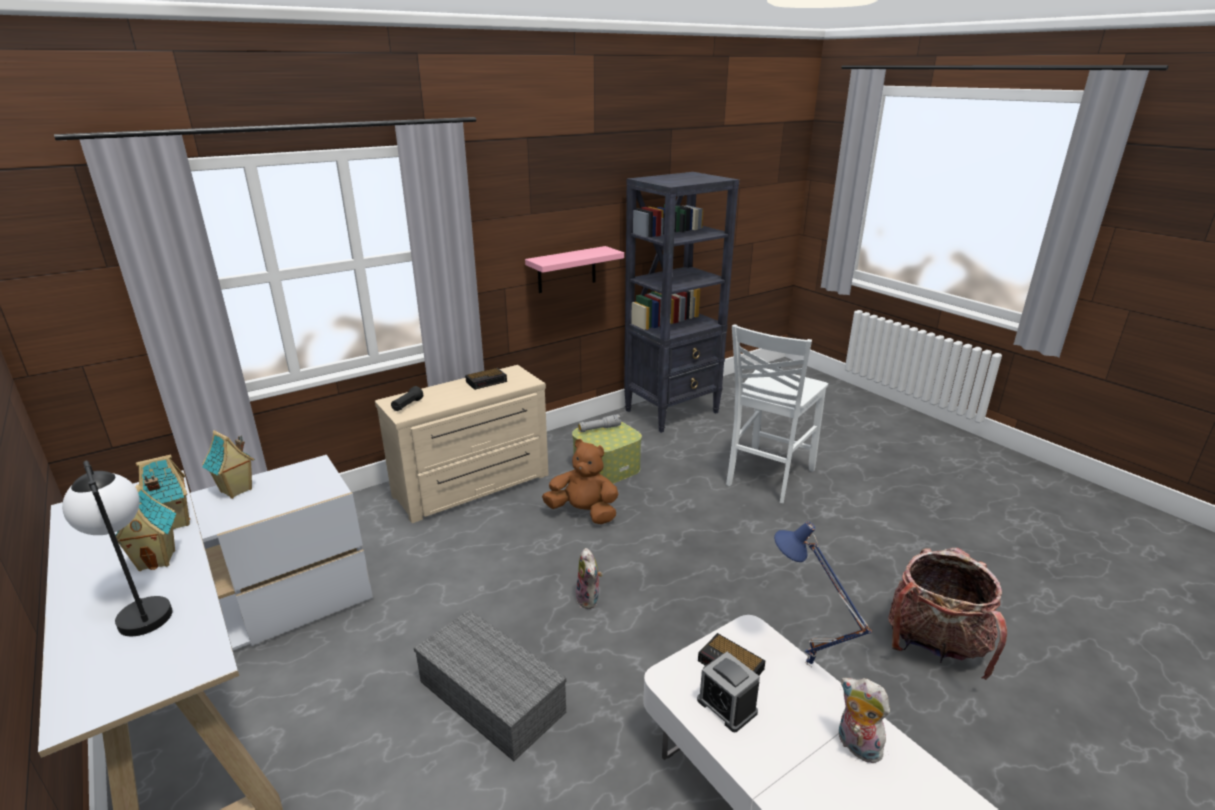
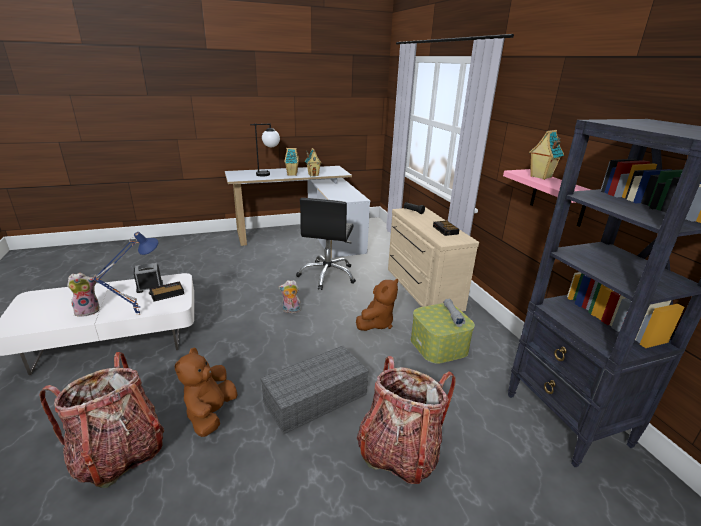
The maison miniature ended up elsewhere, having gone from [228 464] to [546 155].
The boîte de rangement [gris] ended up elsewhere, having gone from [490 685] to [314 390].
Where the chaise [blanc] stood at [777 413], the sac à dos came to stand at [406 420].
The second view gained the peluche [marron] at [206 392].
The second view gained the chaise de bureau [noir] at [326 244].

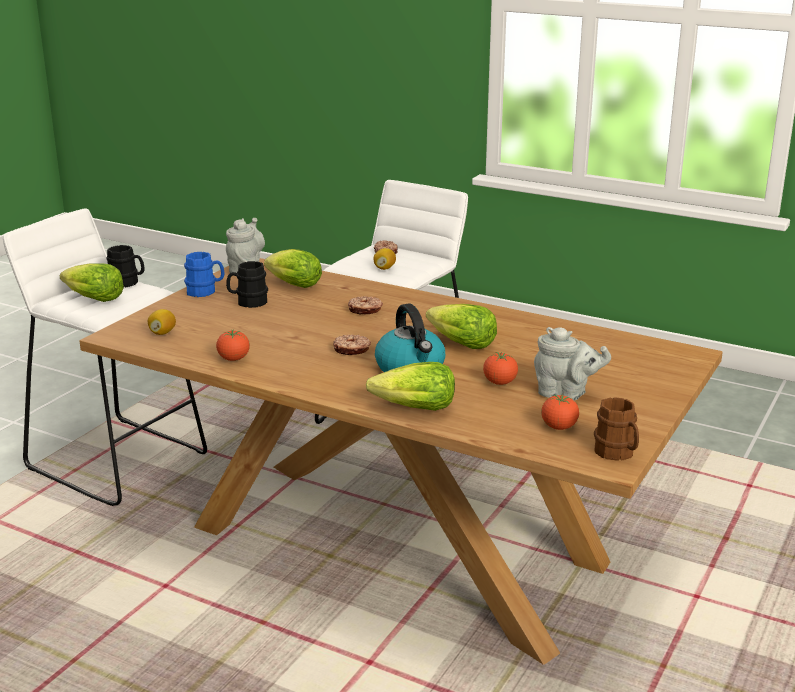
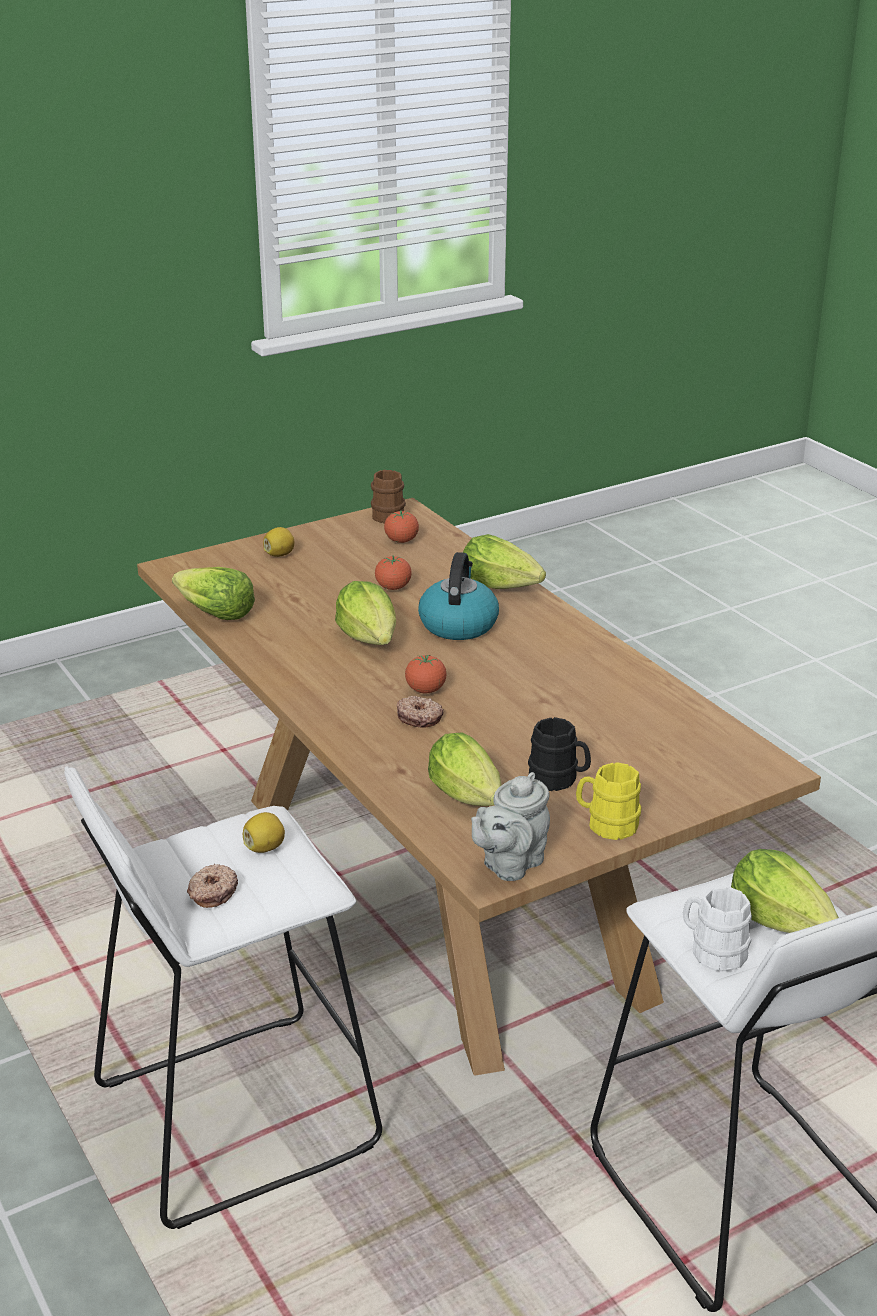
What was the mug [noir] at [125 266] turned into the mug [blanc] at [717 929].
The citron ended up elsewhere, having gone from [161 322] to [278 542].
What was the mug [bleu] at [204 274] turned into the mug [jaune] at [608 801].
The tomate ended up elsewhere, having gone from [233 345] to [426 674].
The second view lost the beignet at [352 345].
The second view lost the théière [gris] at [572 363].
The second view gained the laitue at [213 593].

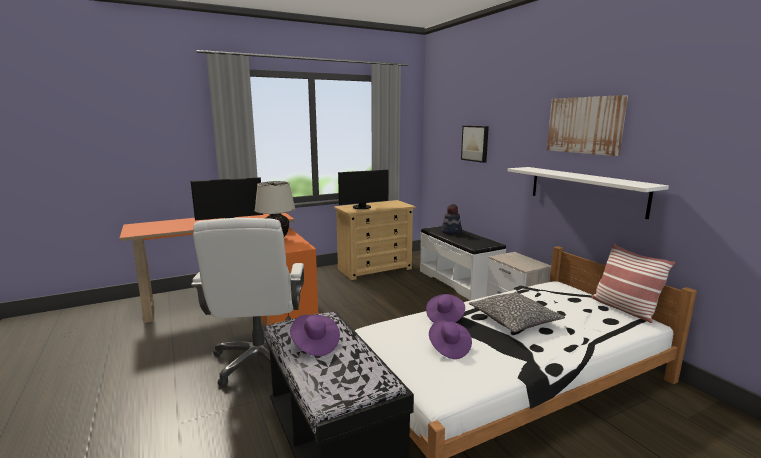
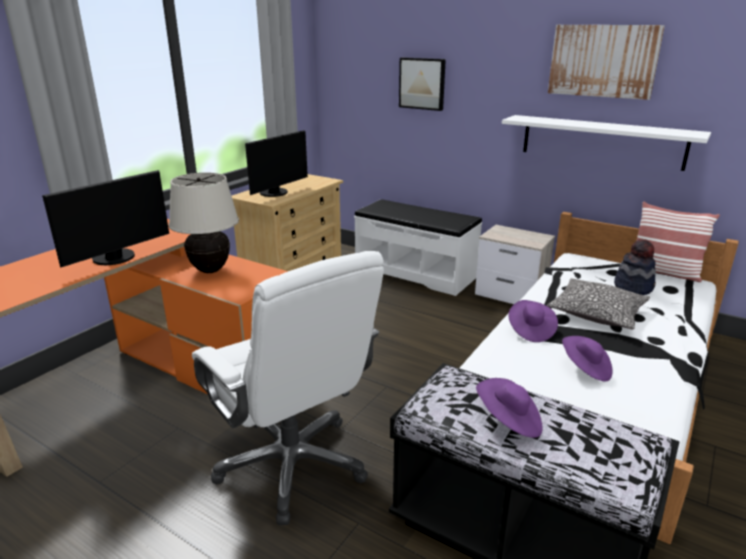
The chapeau ended up elsewhere, having gone from [451 219] to [635 267].

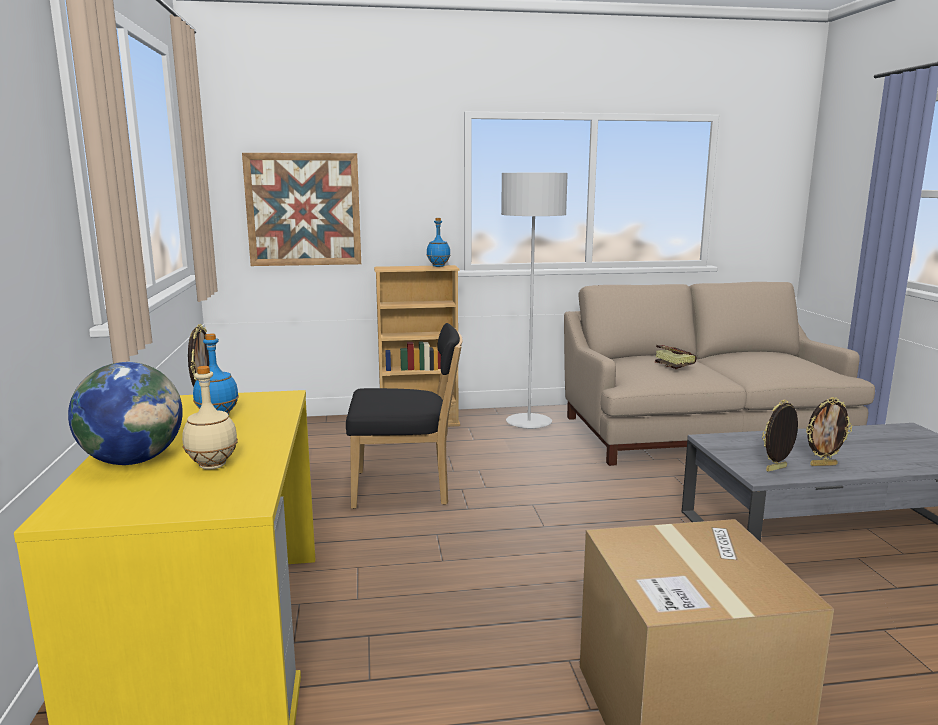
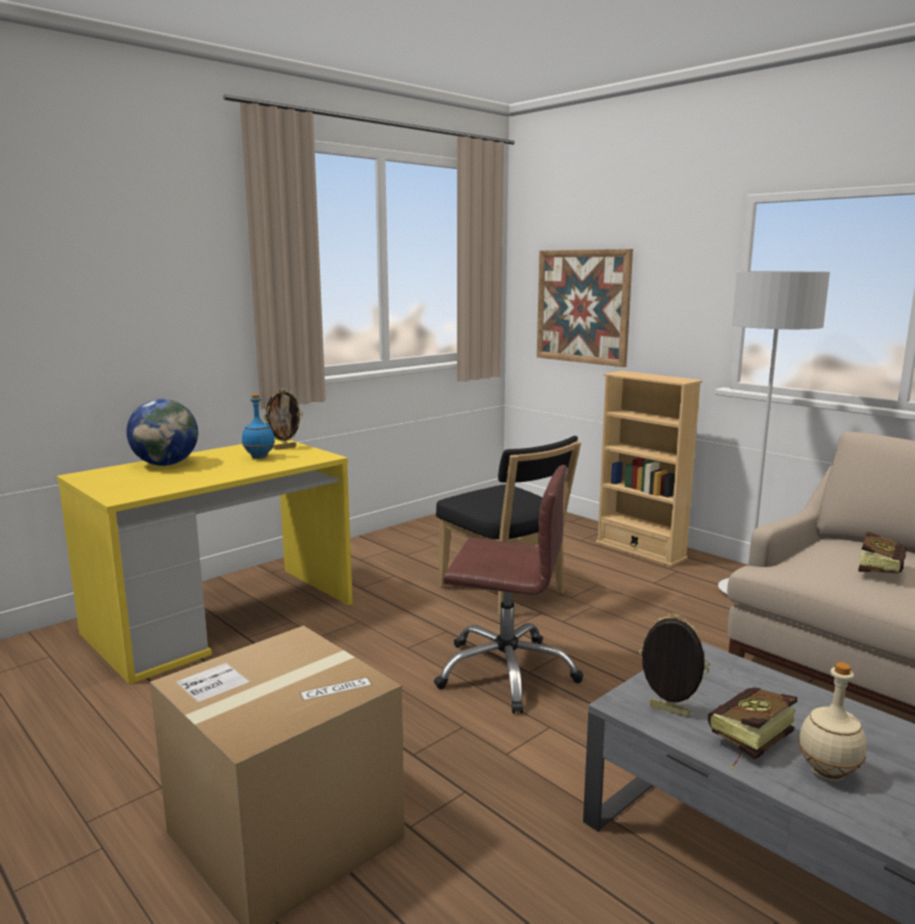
The bouteille [beige] ended up elsewhere, having gone from [210 418] to [832 721].
The second view lost the bouteille [bleu] at [438 242].
Where the cadre photo stood at [829 431], the livre came to stand at [752 728].
The second view gained the chaise de bureau [marron] at [508 589].

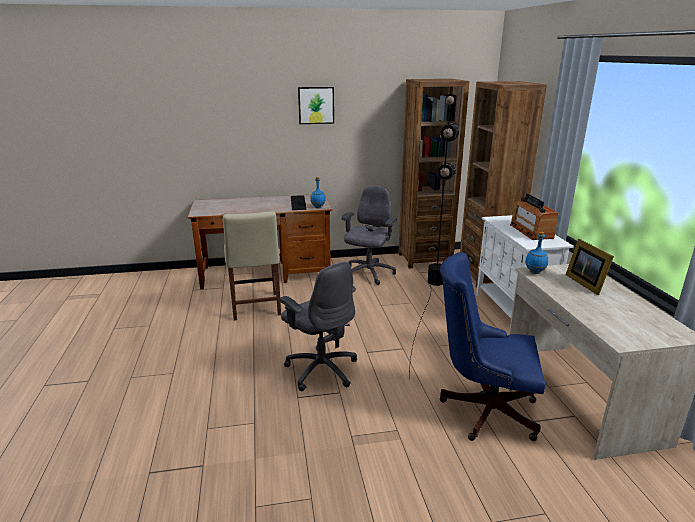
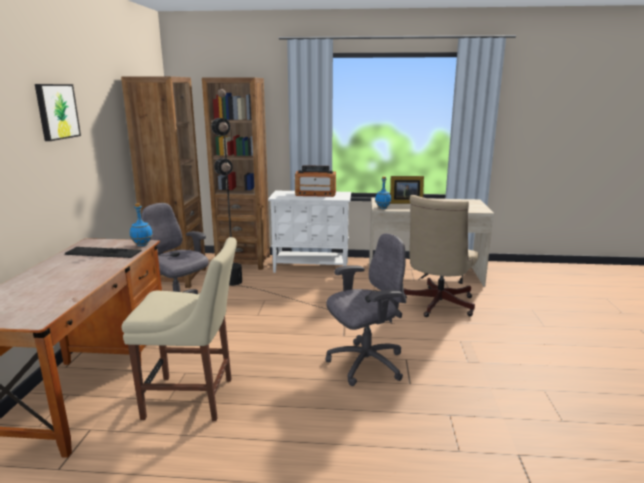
What was the chaise de bureau [bleu] at [493 346] turned into the chaise de bureau [beige] at [441 256].

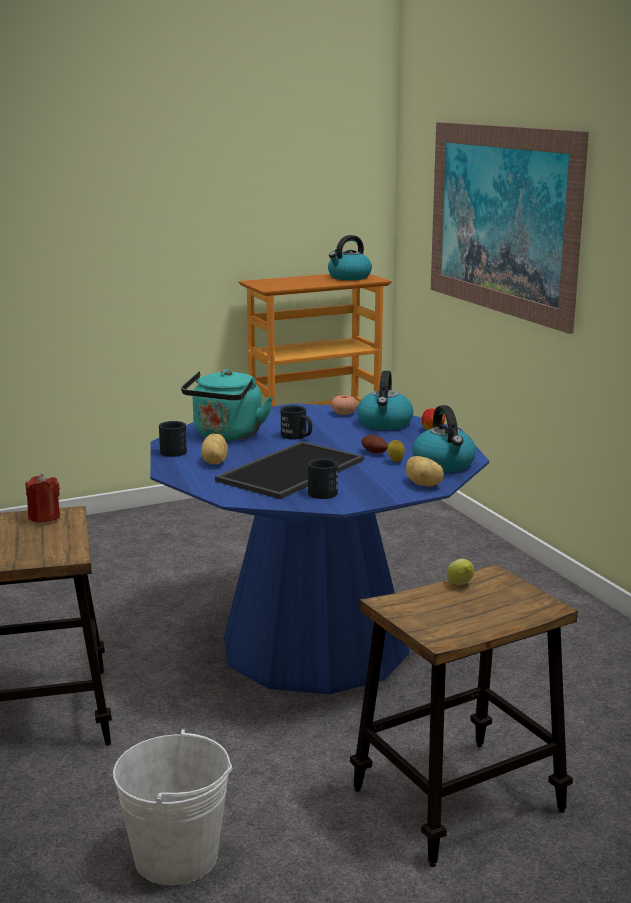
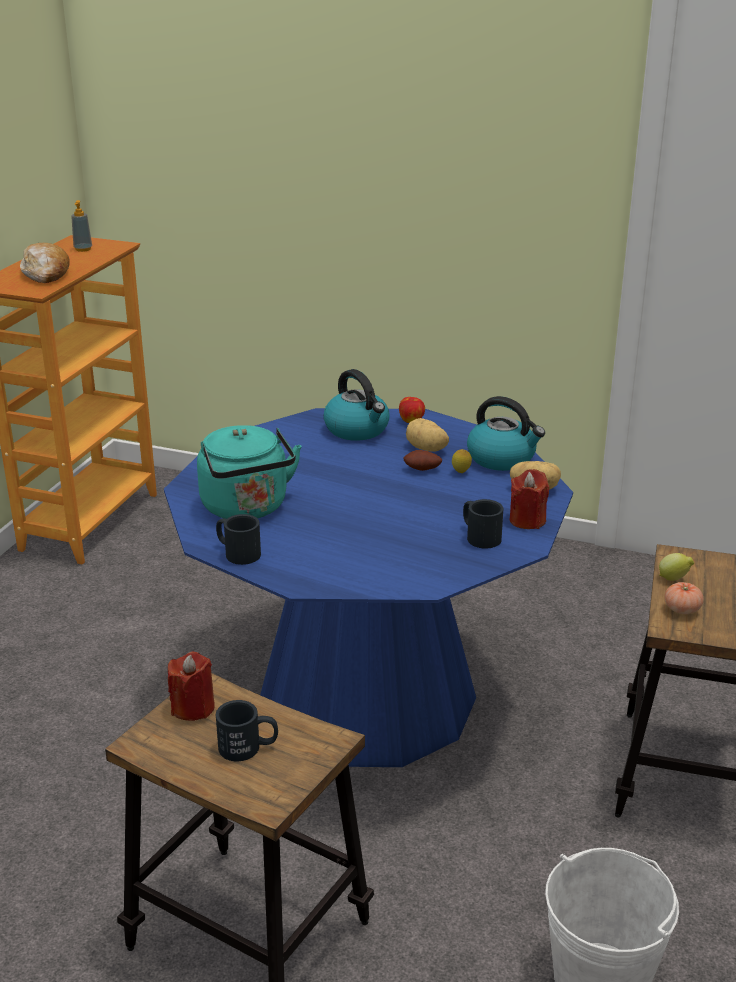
The pomme de terre ended up elsewhere, having gone from [214 449] to [427 434].
The second view lost the plateau at [289 470].
The mug [noir] ended up elsewhere, having gone from [296 422] to [247 730].
Where the bouilloire stood at [350 257], the distributeur de savon came to stand at [81 226].
The tomate ended up elsewhere, having gone from [344 405] to [684 598].
The second view lost the tableau at [510 228].
The second view gained the pain at [45 263].
The second view gained the bougie [rouge] at [529 499].

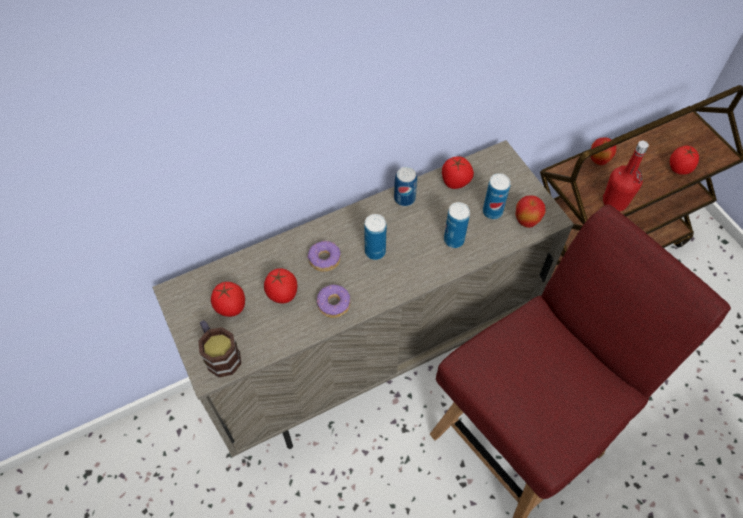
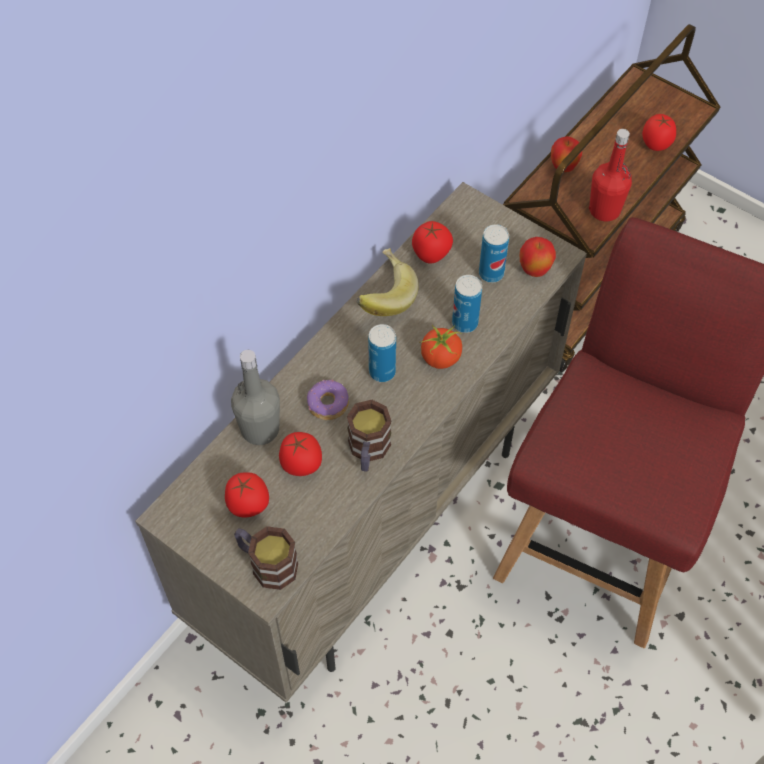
Where the beignet stood at [333 301], the mug came to stand at [369 436].
Where the boîte métallique stood at [405 186], the banane came to stand at [387 282].
The second view gained the bouteille [gris] at [255 397].
The second view gained the tomate at [441 347].

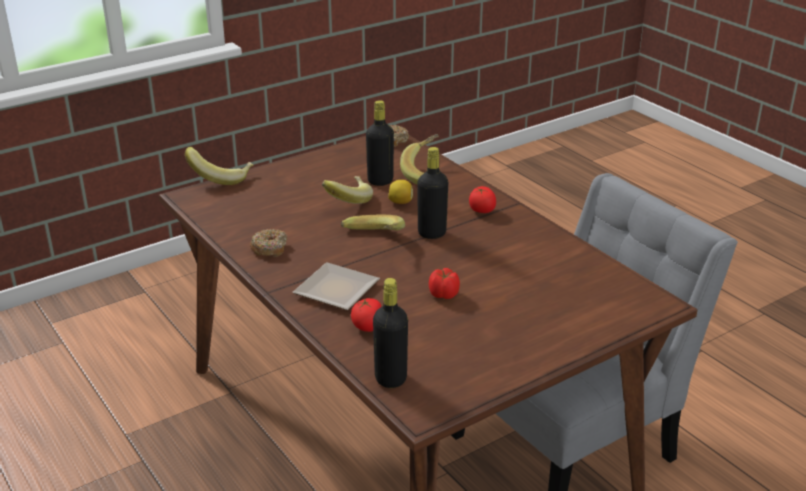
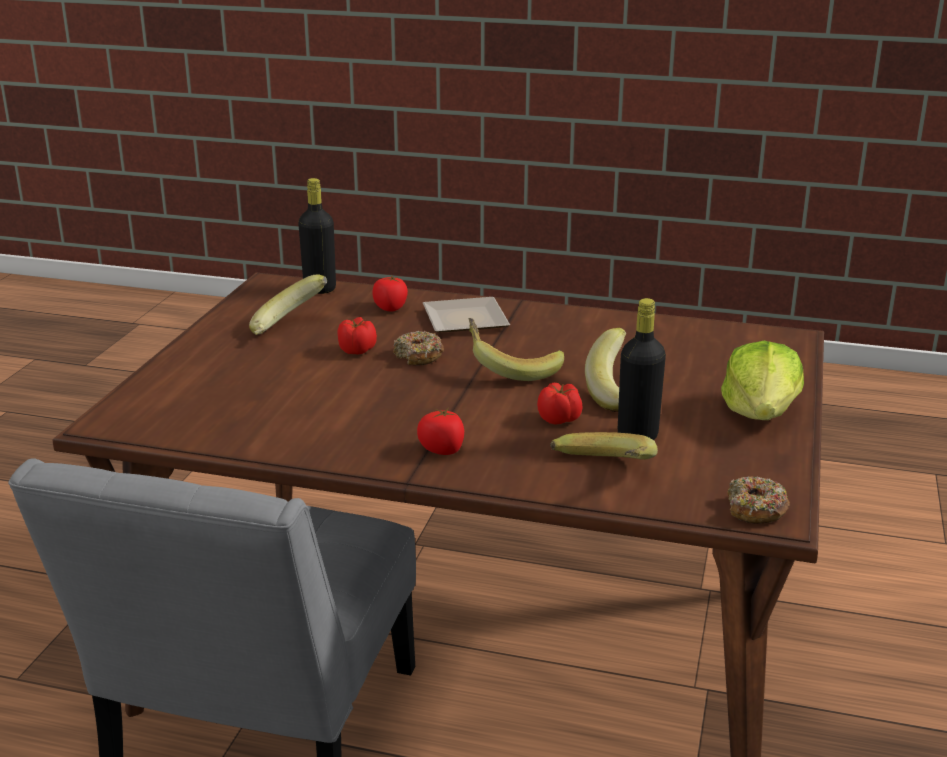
The banane ended up elsewhere, having gone from [219 166] to [288 304].
The beignet ended up elsewhere, having gone from [268 243] to [418 348].
Where the citron stood at [400 192], the tomate came to stand at [560 404].
The second view lost the bouteille [noir] at [432 193].
The second view gained the laitue at [762 380].

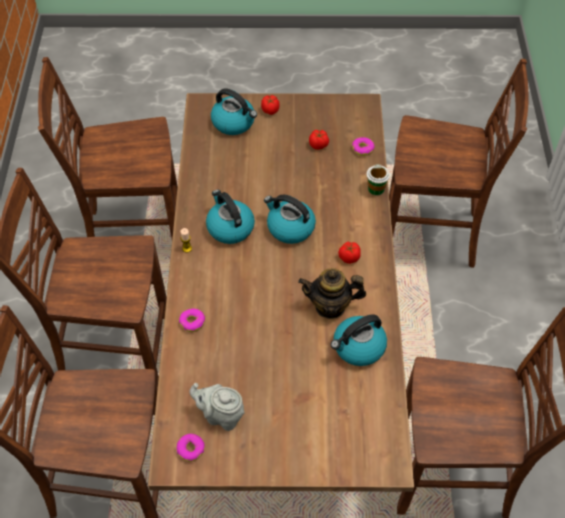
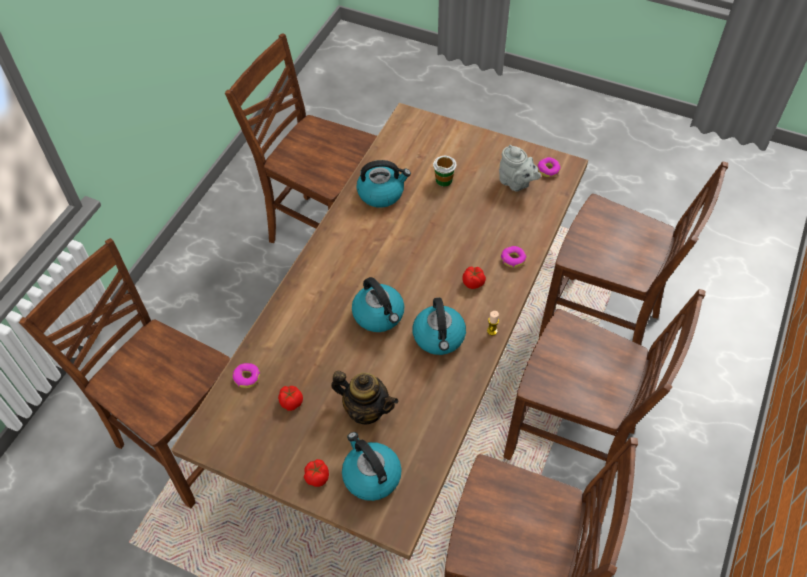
The théière ended up elsewhere, having gone from [332 293] to [364 398].
The tomate ended up elsewhere, having gone from [349 253] to [474 277].
The tasse ended up elsewhere, having gone from [378 179] to [444 171].

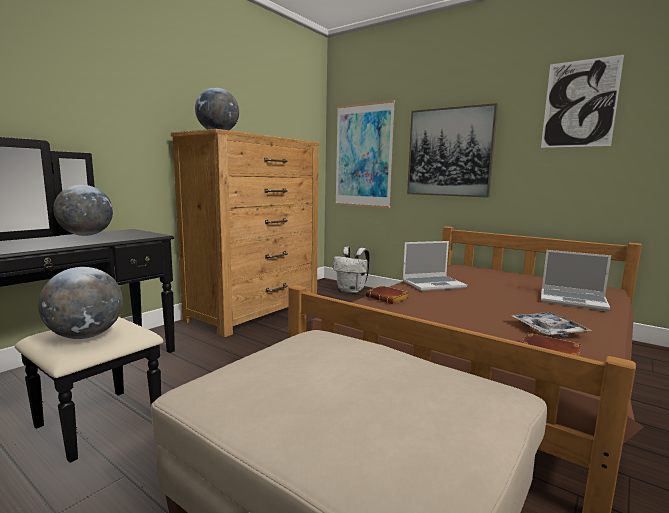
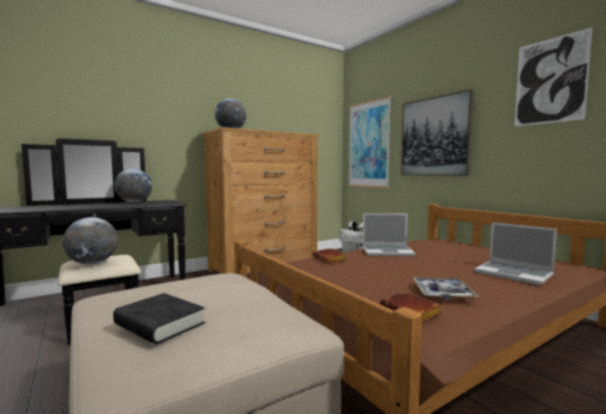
The second view gained the livre [noir] at [159 318].

